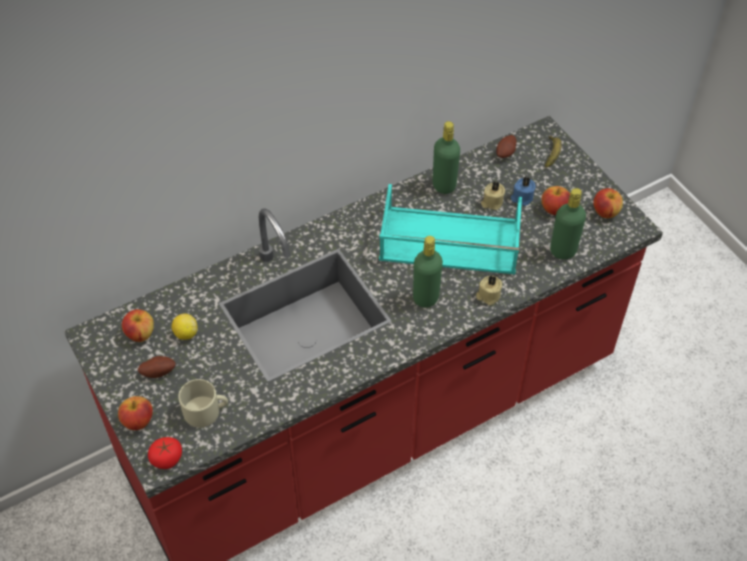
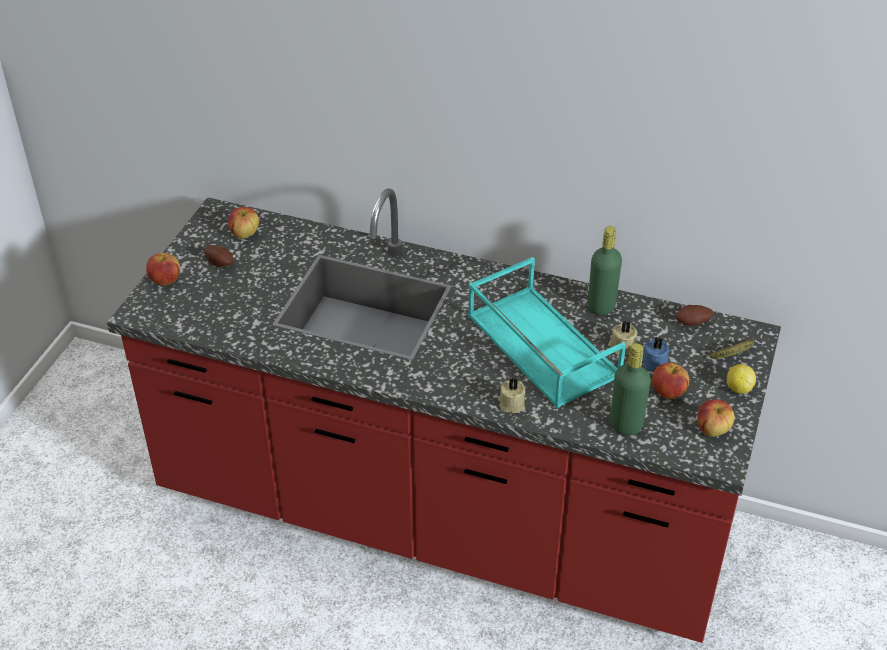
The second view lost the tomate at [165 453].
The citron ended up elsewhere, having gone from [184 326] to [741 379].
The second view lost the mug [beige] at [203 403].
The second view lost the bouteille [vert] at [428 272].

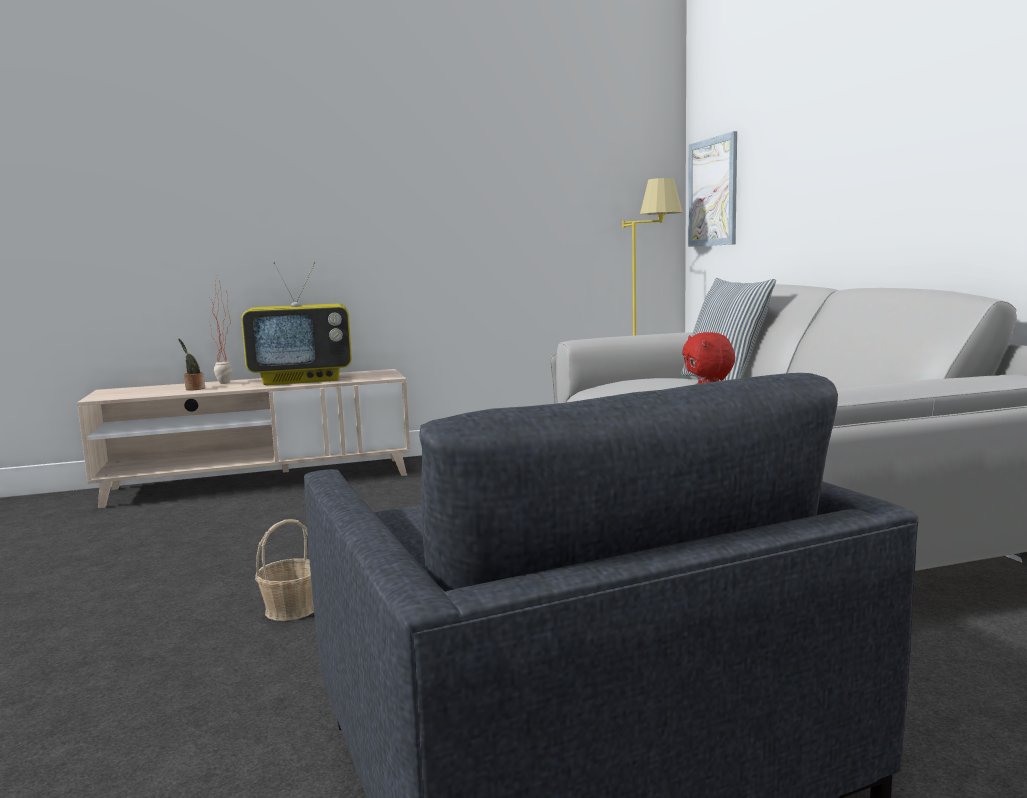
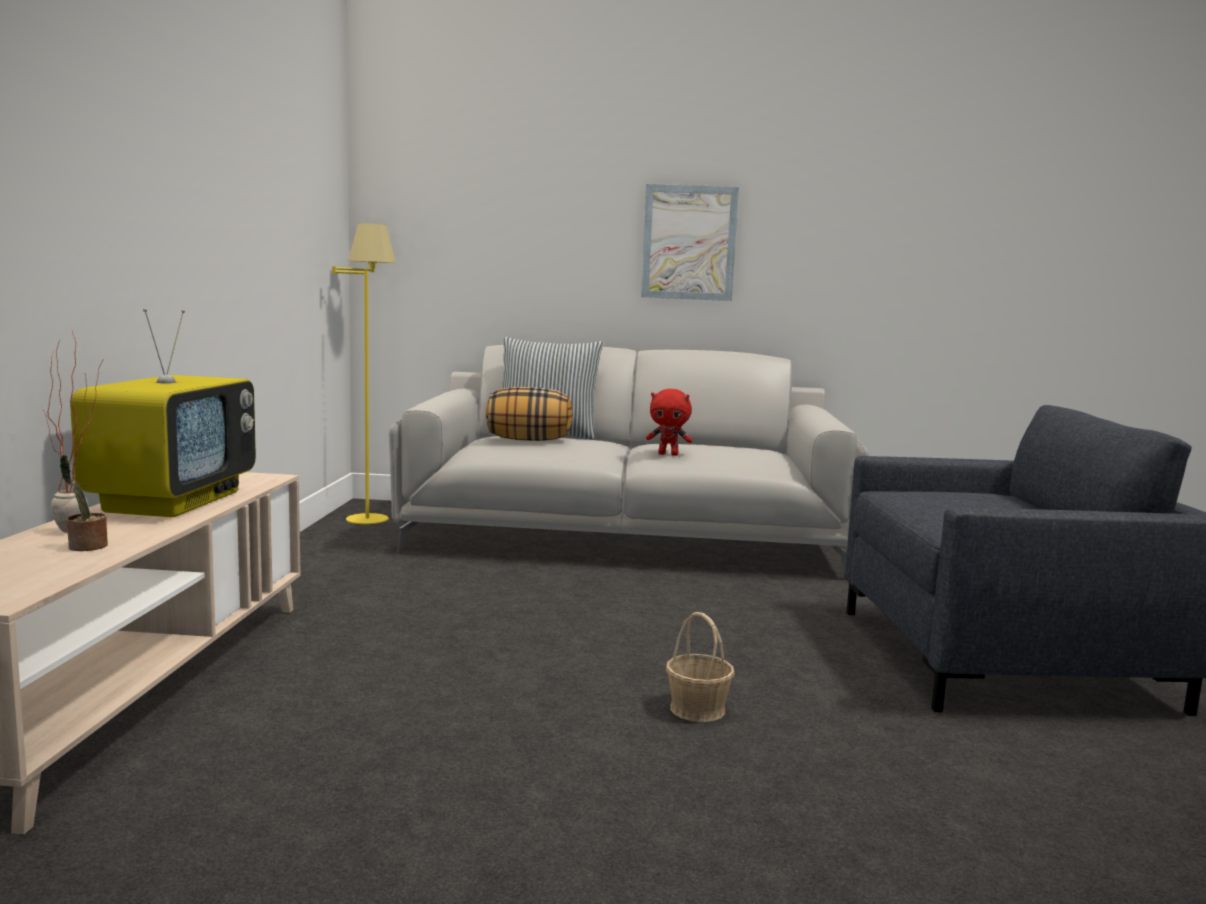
The tableau ended up elsewhere, having gone from [712 189] to [690 242].
The second view gained the coussin at [529 414].

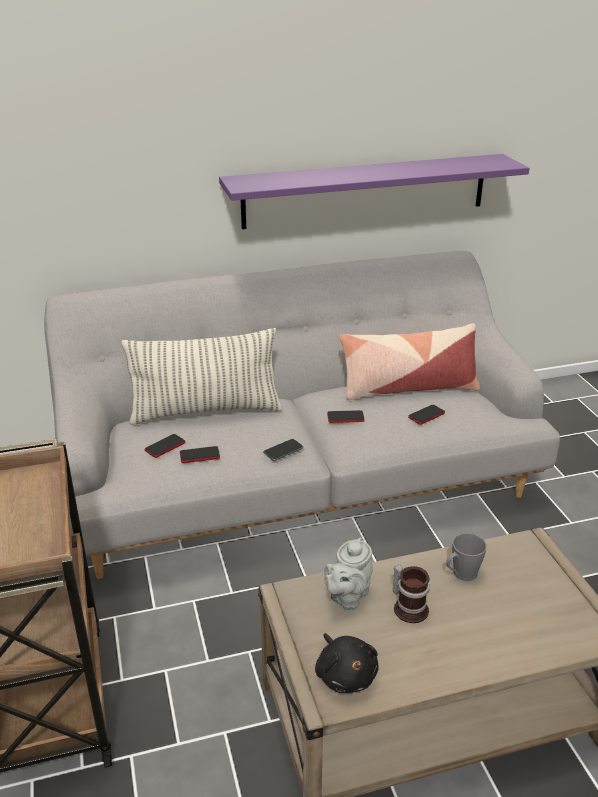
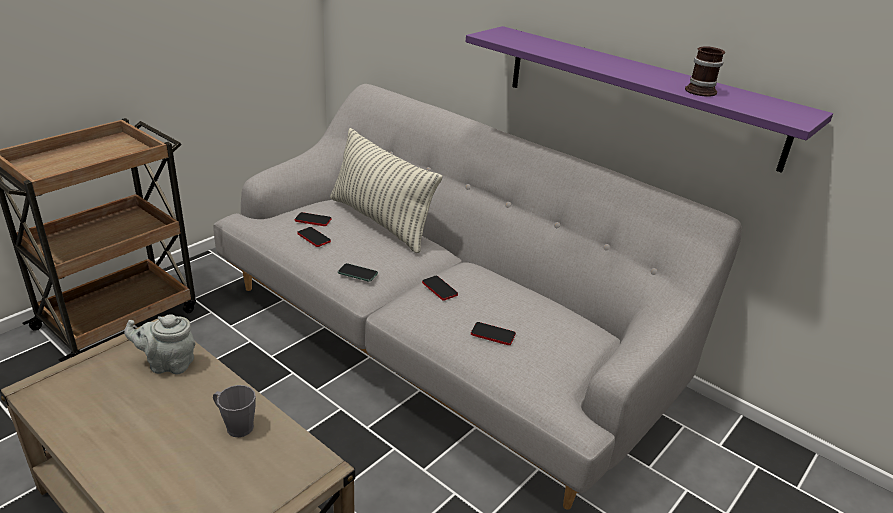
The second view lost the peluche [noir] at [347 663].
The second view lost the coussin at [409 361].
The mug ended up elsewhere, having gone from [411 594] to [705 71].

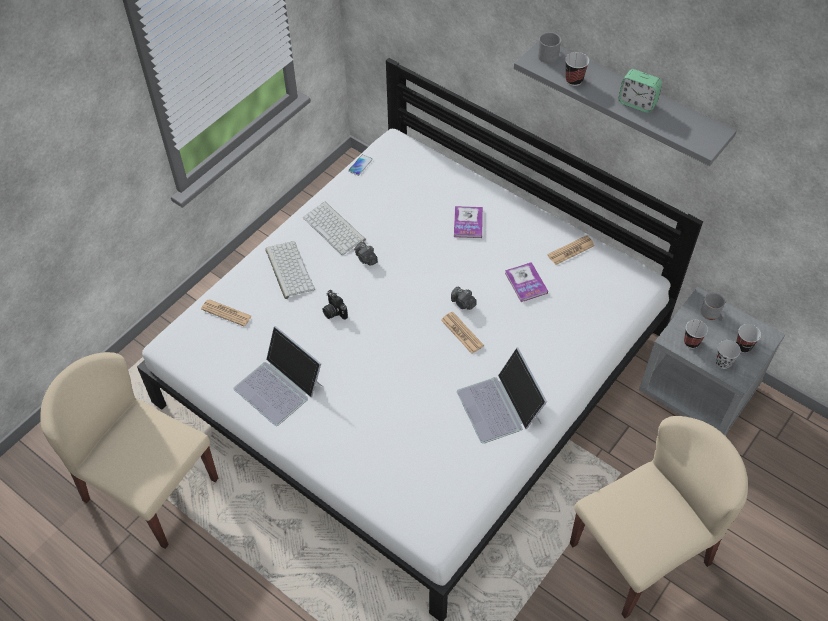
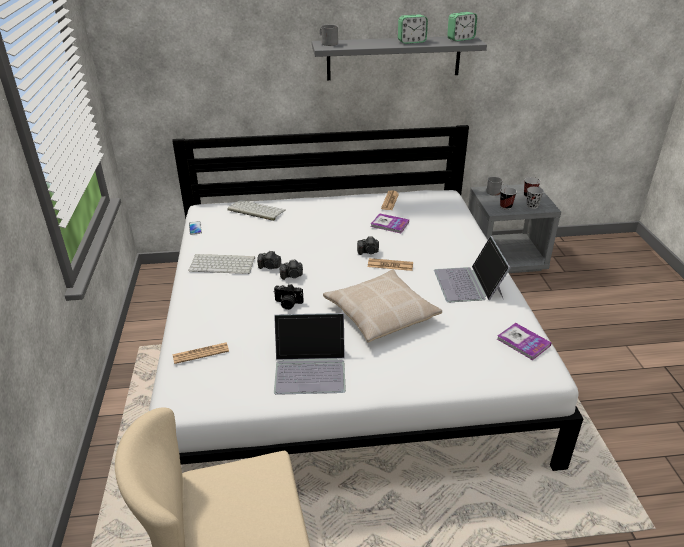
The clavier ended up elsewhere, having gone from [290 270] to [256 210].
The livre ended up elsewhere, having gone from [468 222] to [524 341].
The ordinateur portable at [502 396] ended up facing another way, 60 degrees clockwise from before.
The second view lost the tasse at [577 69].
The second view lost the chaise [beige] at [659 517].
The second view gained the appareil photo at [291 269].
The second view gained the coussin [beige] at [382 306].
The second view gained the réveil at [462 26].

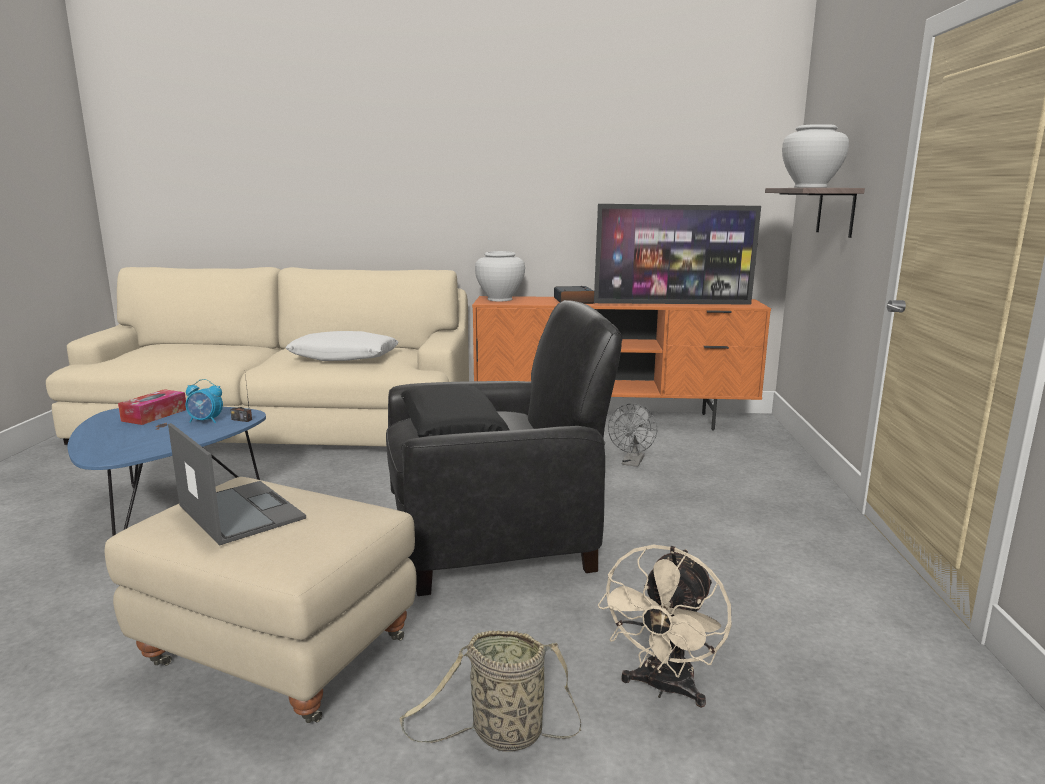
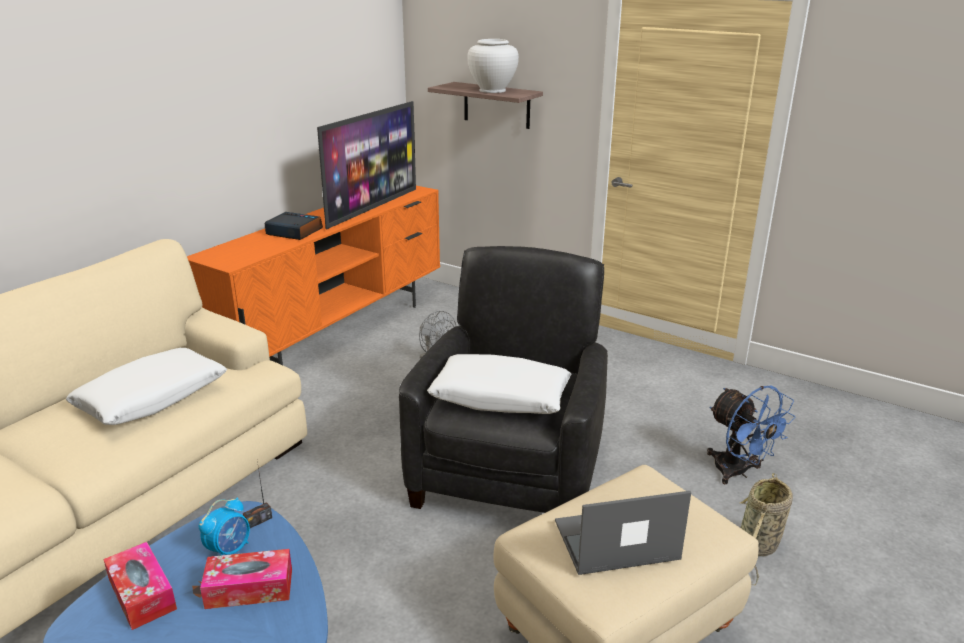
What was the coussin [noir] at [455 410] turned into the coussin [blanc] at [499 384].
The second view lost the vase [blanc] at [500 276].
What was the ventilateur [beige] at [664 626] turned into the ventilateur [bleu] at [751 435].
The second view gained the boîte à mouchoirs at [246 579].

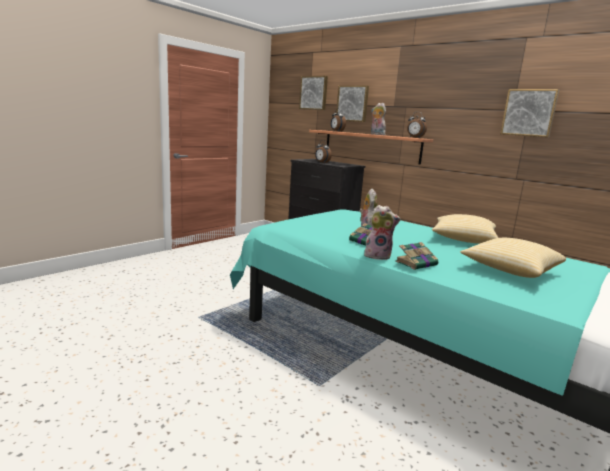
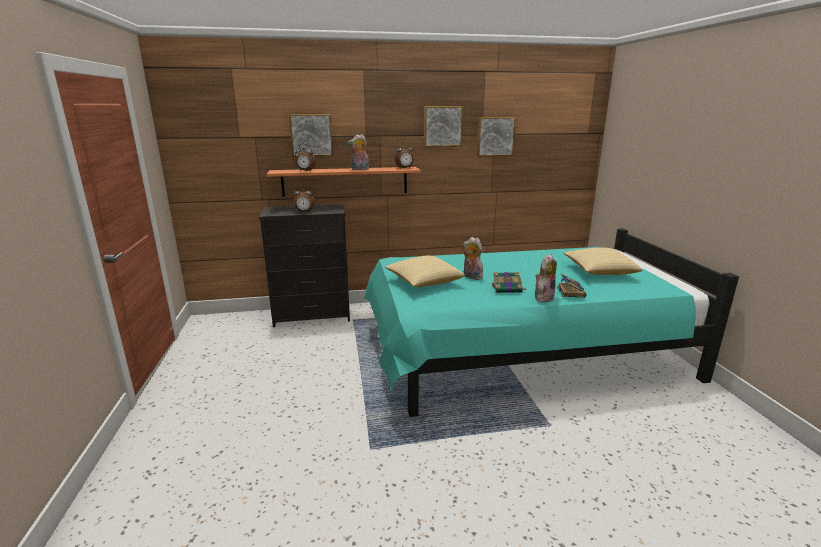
The tableau ended up elsewhere, having gone from [313 93] to [443 126].
The coussin ended up elsewhere, having gone from [465 229] to [425 271].

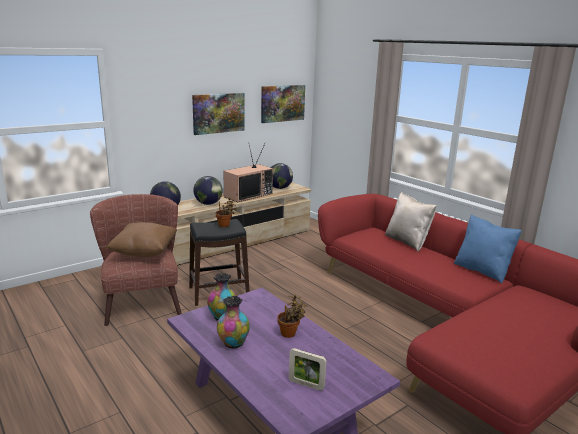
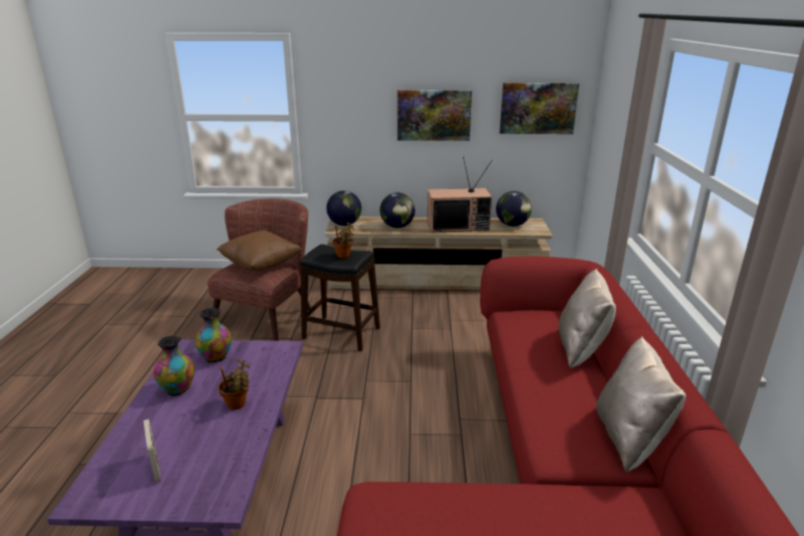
What was the coussin [bleu] at [487 249] turned into the coussin [beige] at [641 404].

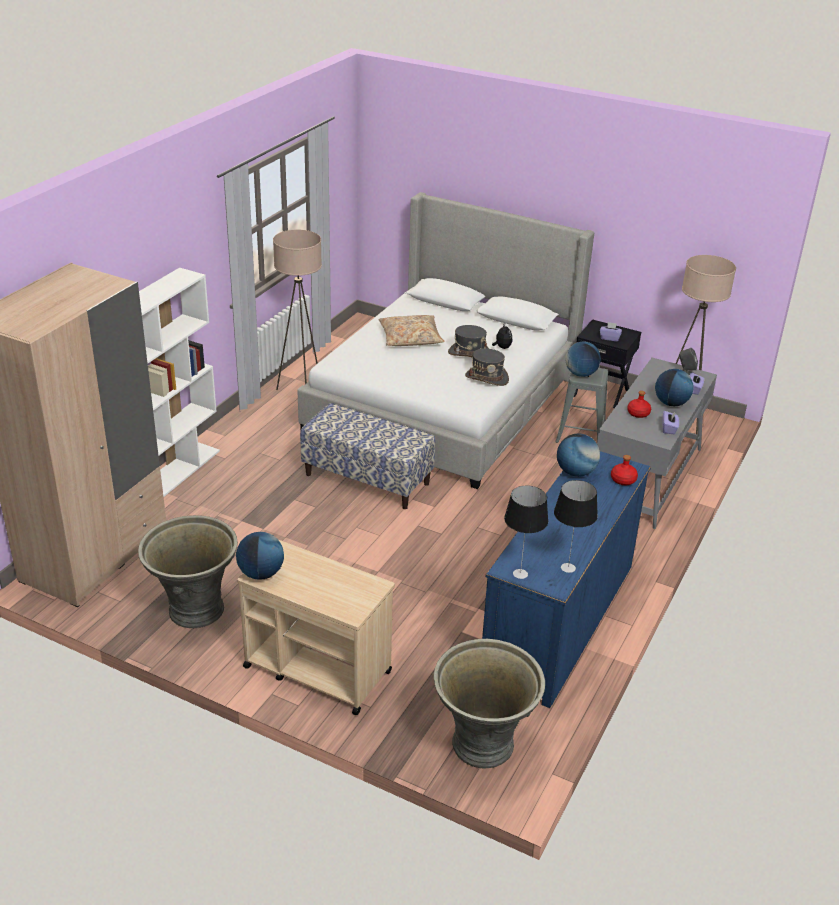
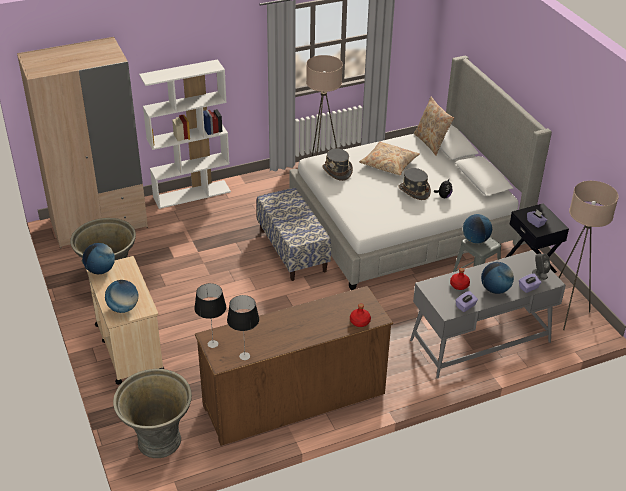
The chapeau [gris] ended up elsewhere, having gone from [487 367] to [337 164].
What was the commode [bleu] at [566 579] turned into the commode [marron] at [294 366].
The globe ended up elsewhere, having gone from [578 455] to [121 296].
The second view gained the coussin [beige] at [434 126].

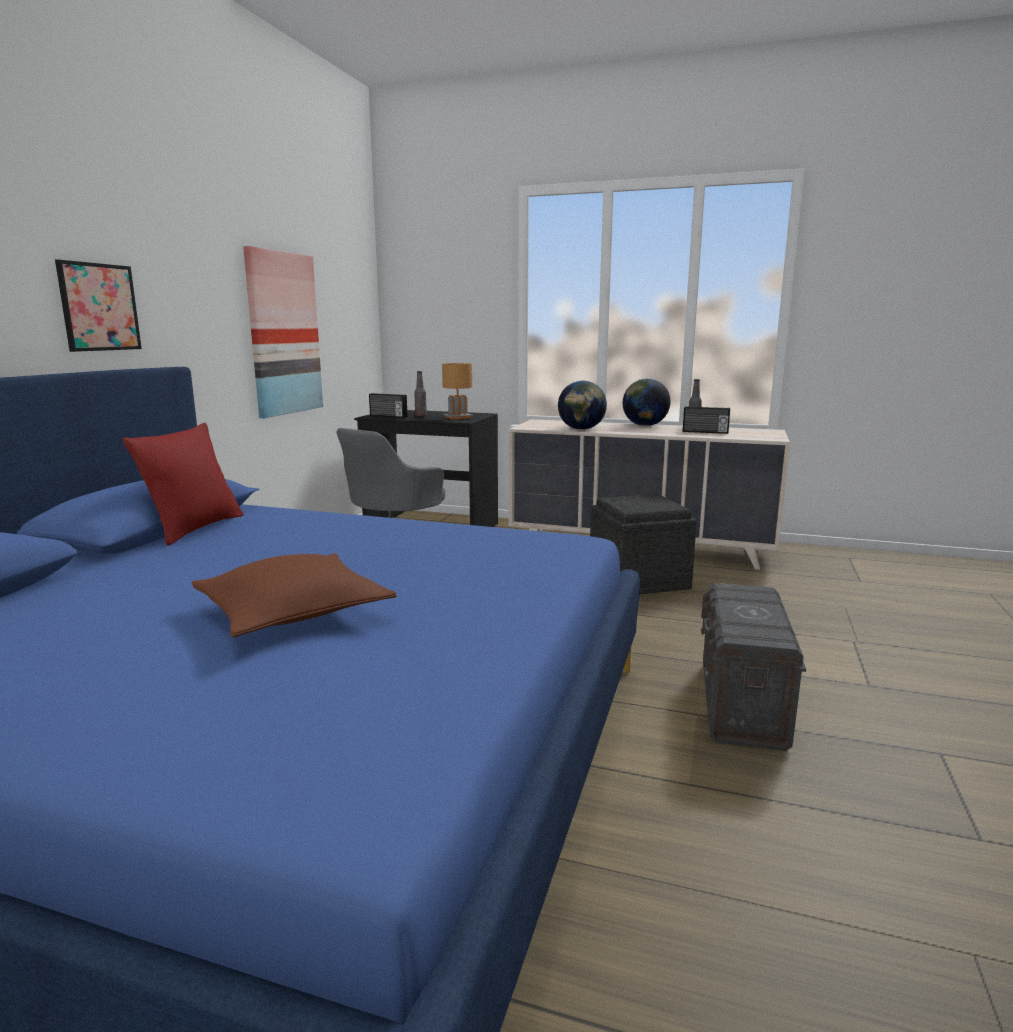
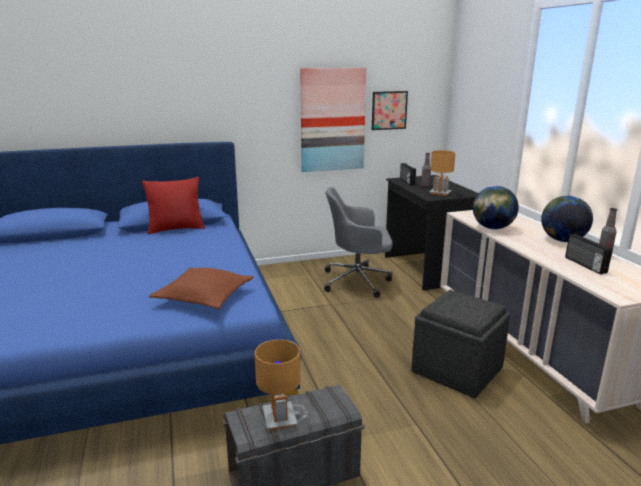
The tableau ended up elsewhere, having gone from [98 305] to [390 110].
The coussin [marron] ended up elsewhere, having gone from [294 595] to [201 288].
The second view gained the lampe de table [marron] at [277 385].

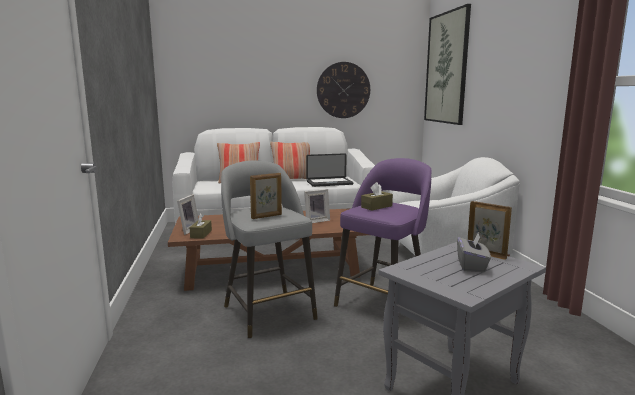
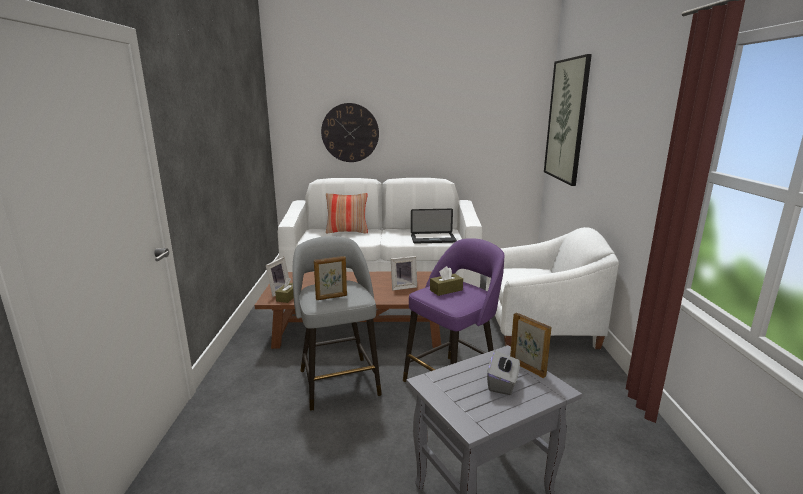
The second view lost the coussin at [290 160].
The horloge murale ended up elsewhere, having gone from [343 90] to [350 132].

